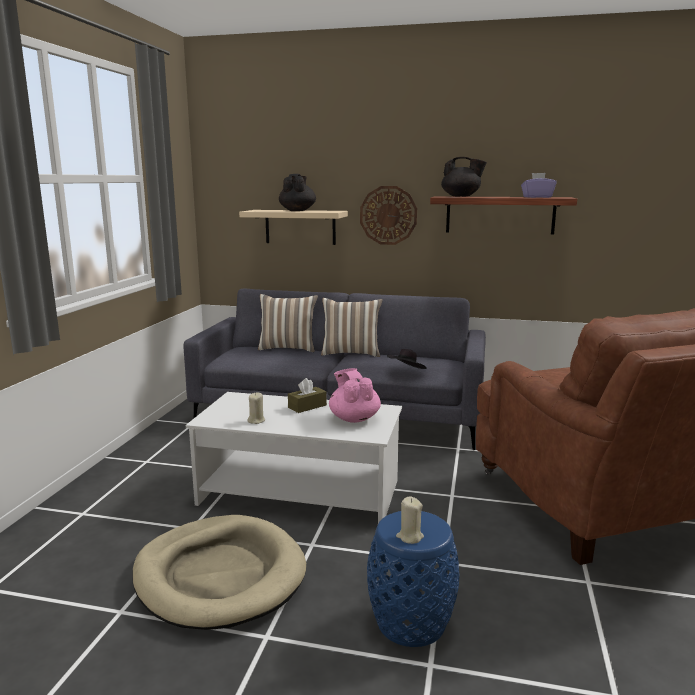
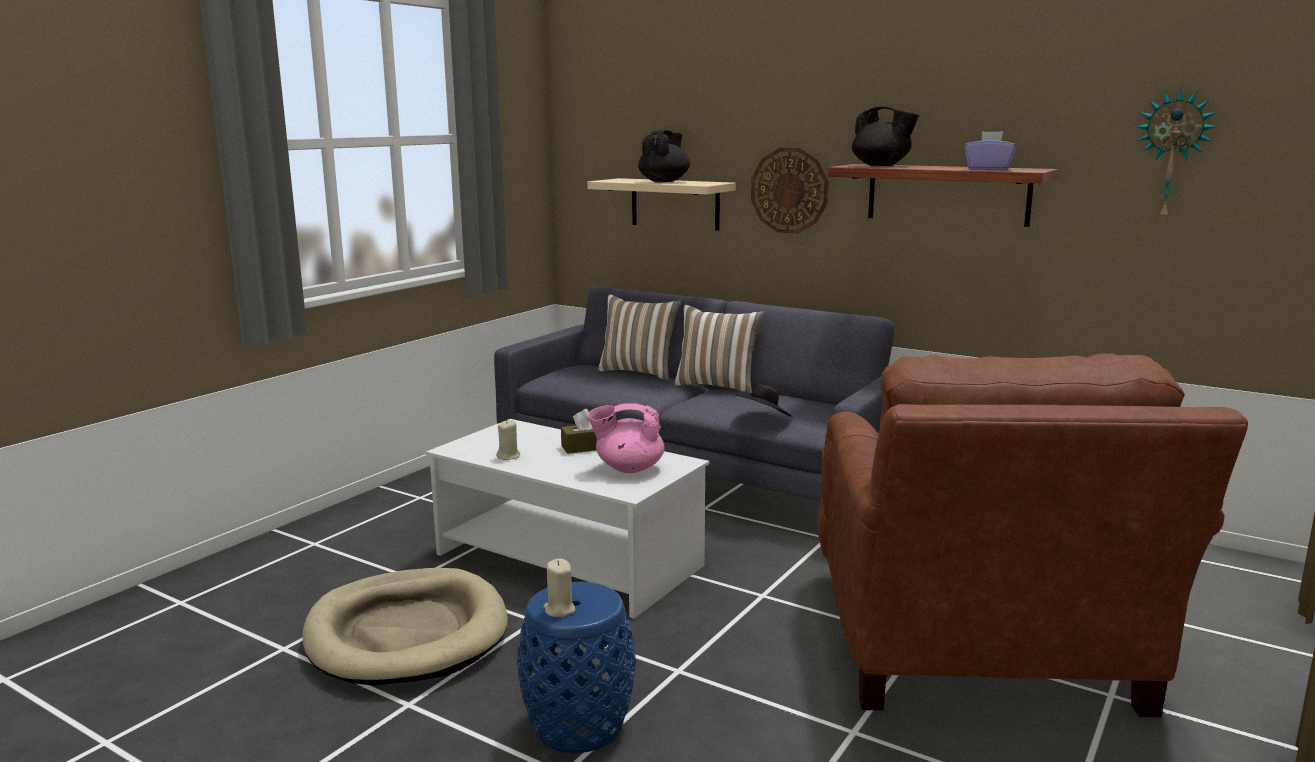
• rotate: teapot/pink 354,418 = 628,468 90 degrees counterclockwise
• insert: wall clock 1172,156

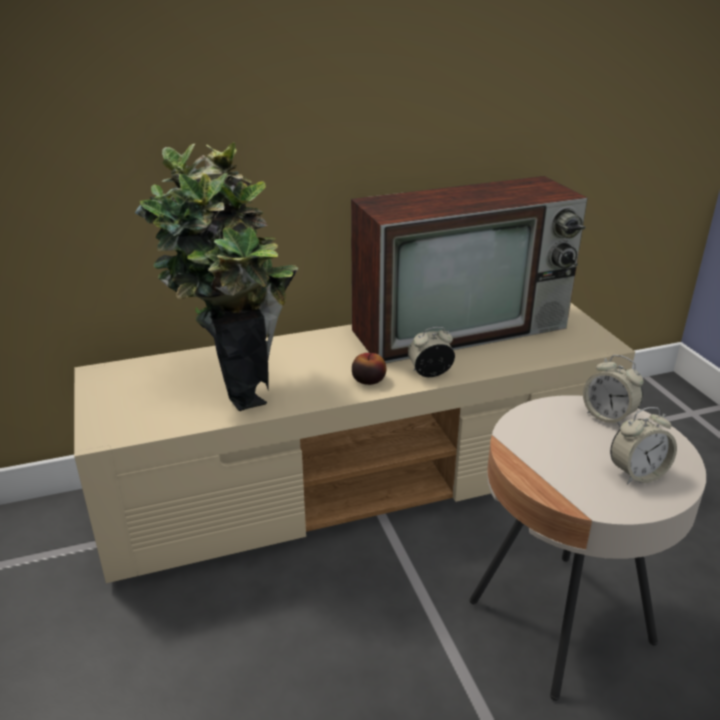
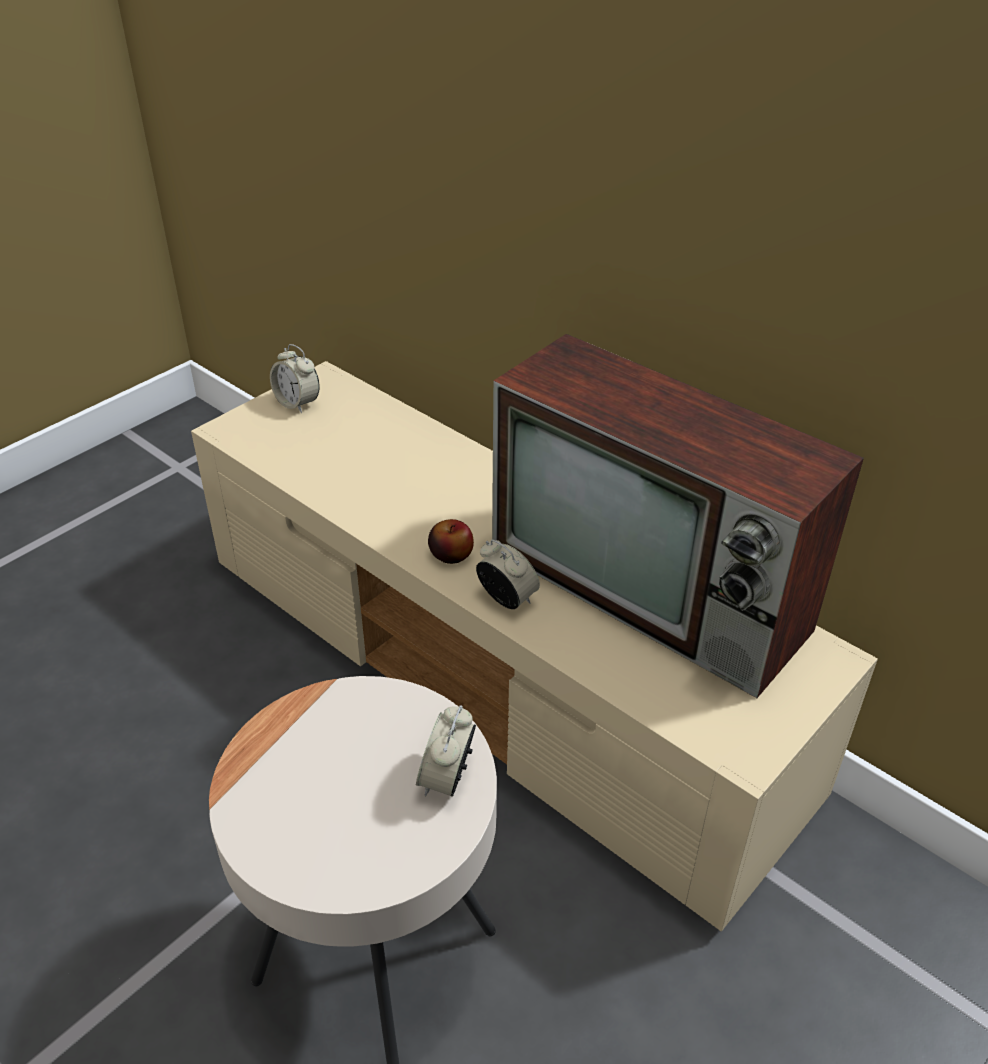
• delete: potted plant 235,383
• move: alarm clock 637,474 to 297,403

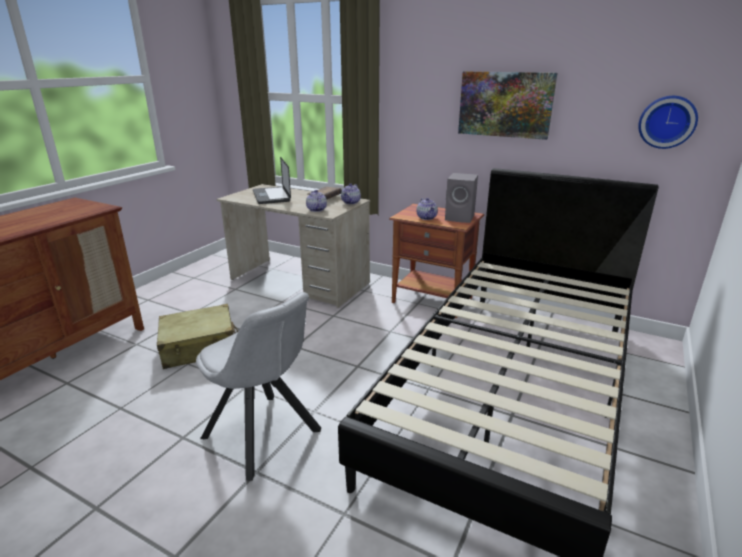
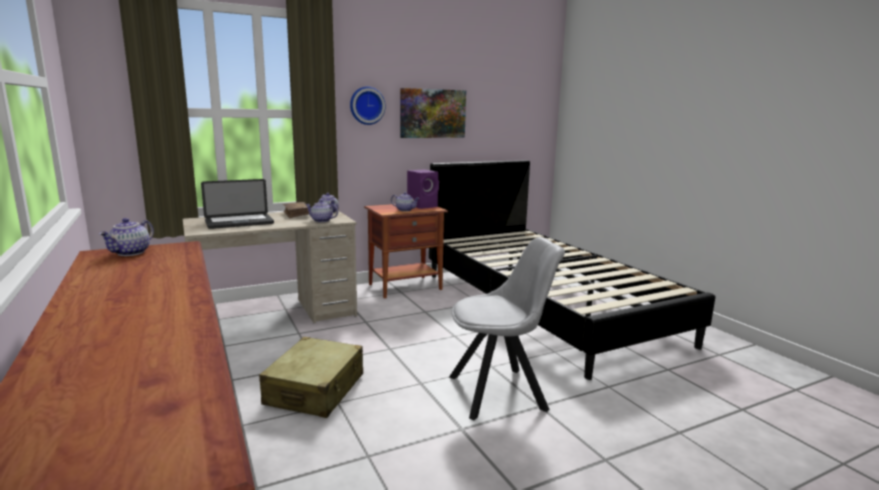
• move: wall clock 667,122 to 366,105
• rotate: laptop 271,196 = 239,222 45 degrees counterclockwise
• recolor: speaker/grey 461,218 to speaker/purple 423,206
• insert: teapot 131,253

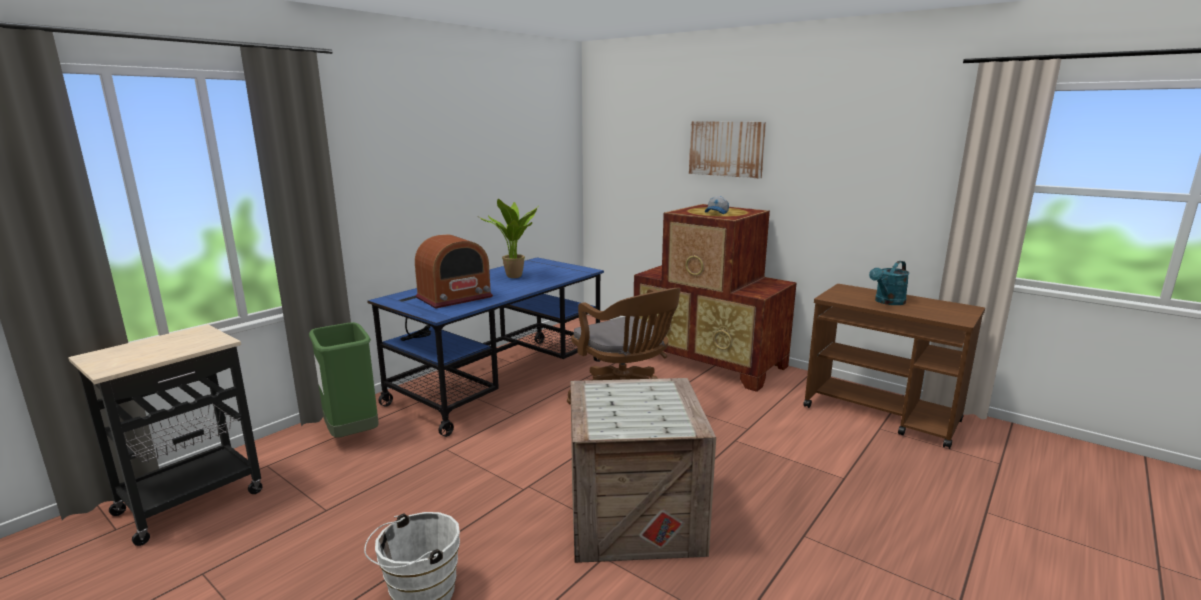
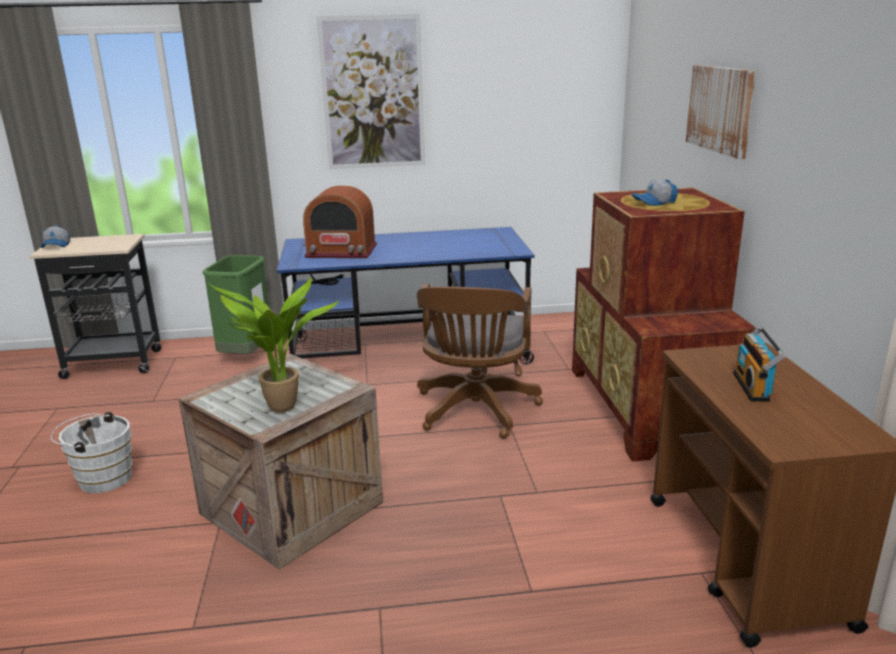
• move: potted plant 516,277 to 282,410
• replace: watering can/turquoise 887,302 to radio 754,387
• insert: picture 373,93
• insert: cap 57,245

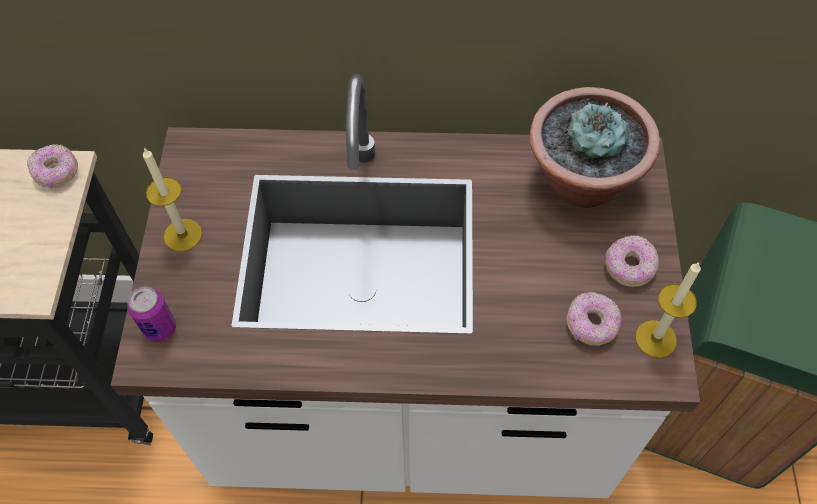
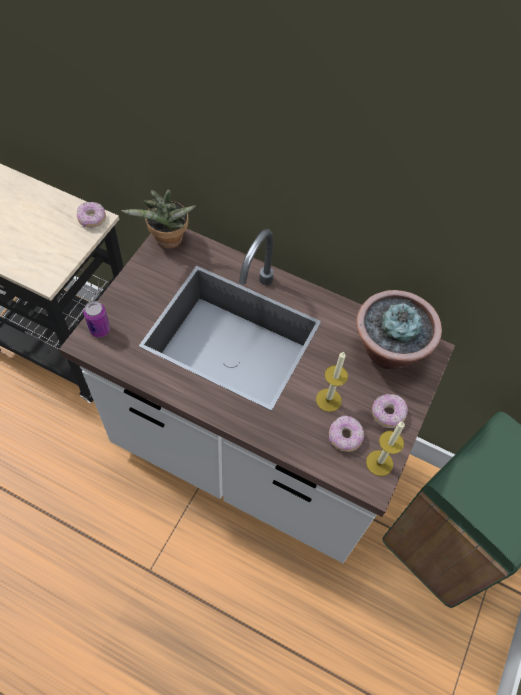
• move: candle 183,235 to 328,400
• insert: potted plant 167,242

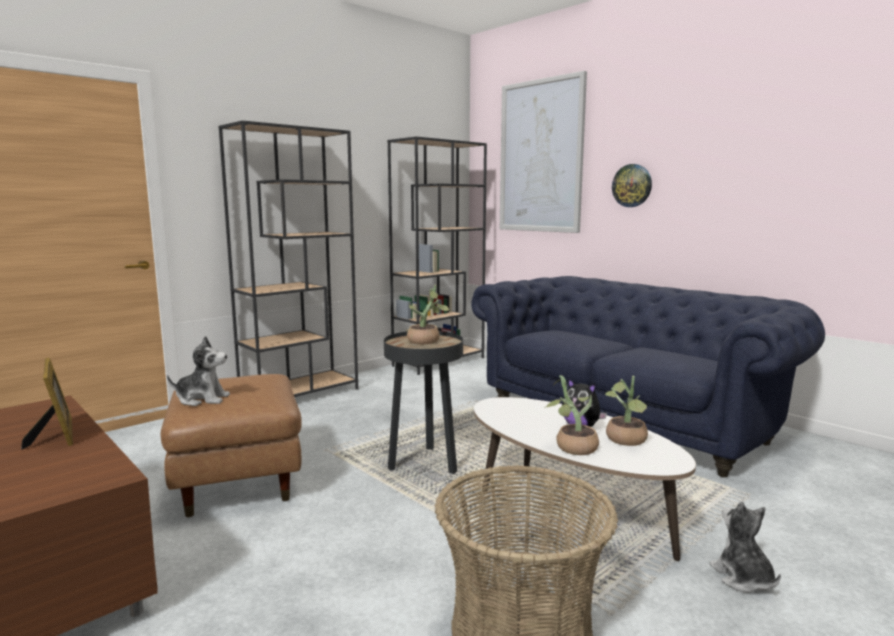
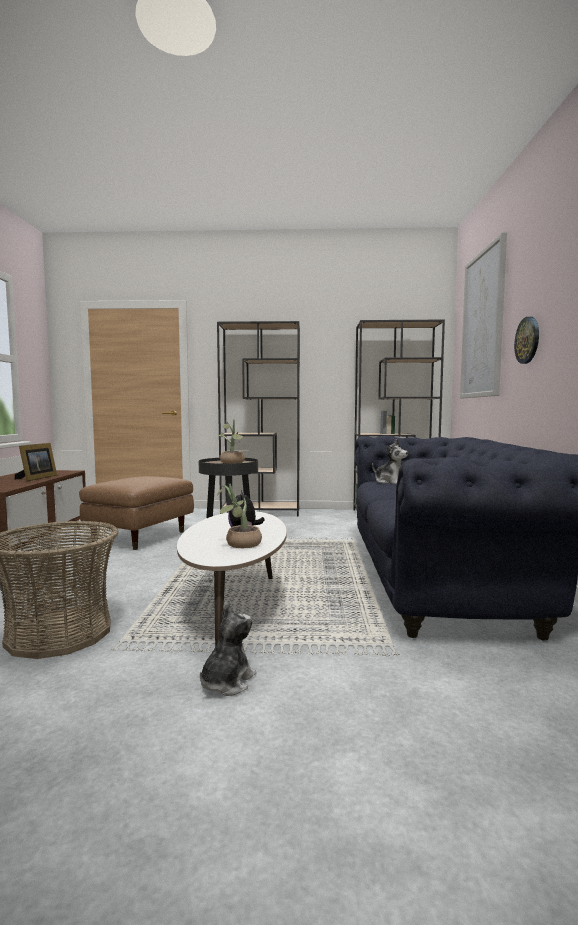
• move: plush toy 202,399 to 390,482
• delete: potted plant 571,447

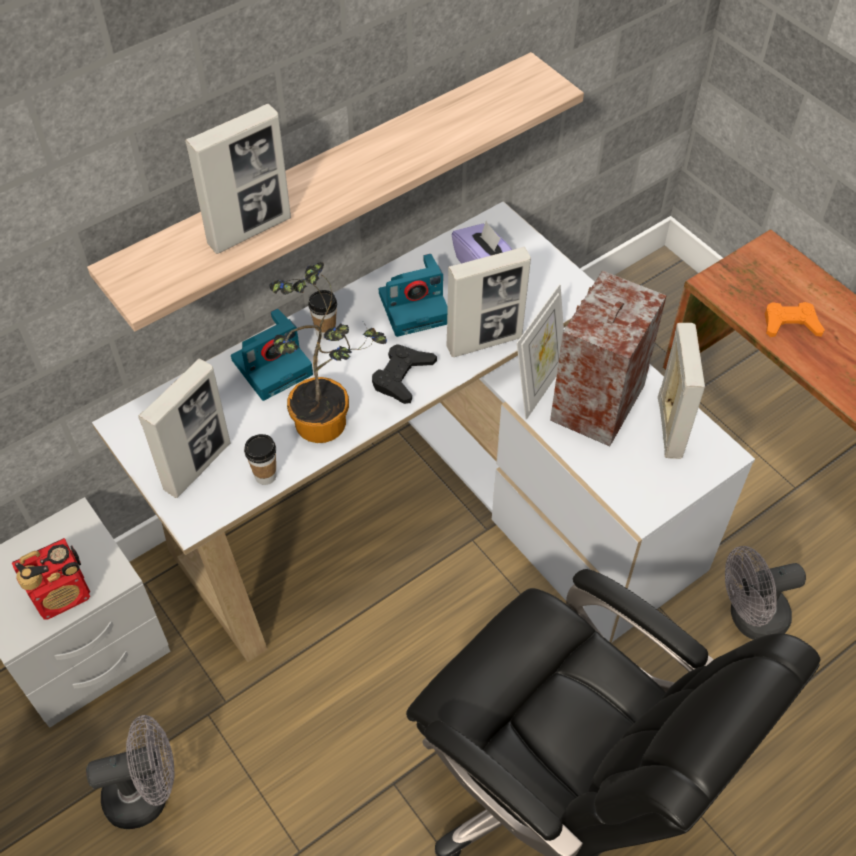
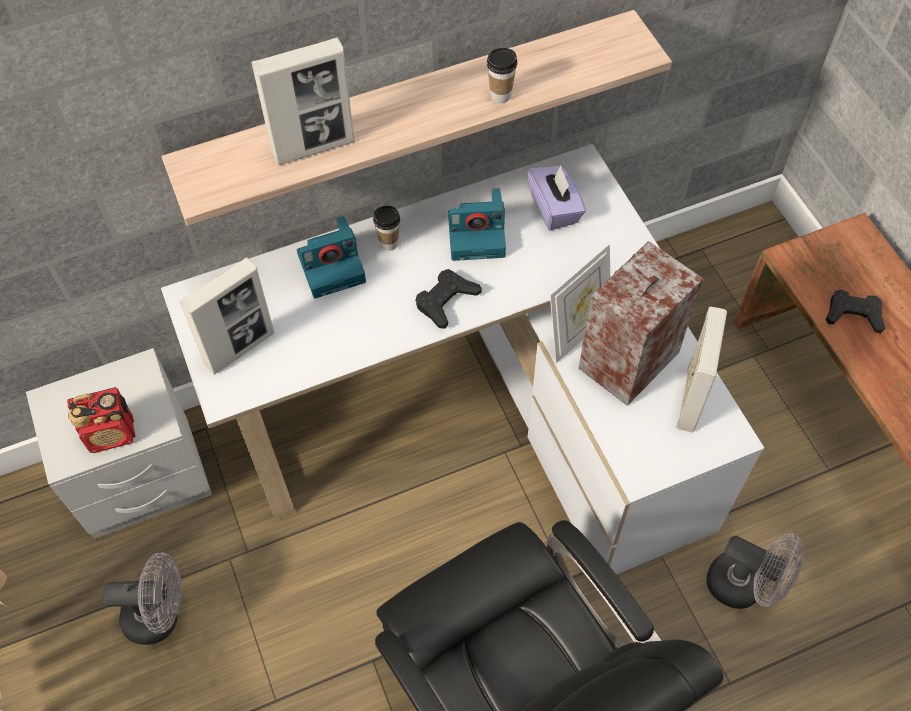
• delete: picture frame 484,342
• delete: potted plant 329,423
• recolor: game controller/orange 790,324 to game controller/black 853,314
• move: cup 265,476 to 500,95
• rotate: fan/grey 749,618 = 744,586 150 degrees counterclockwise

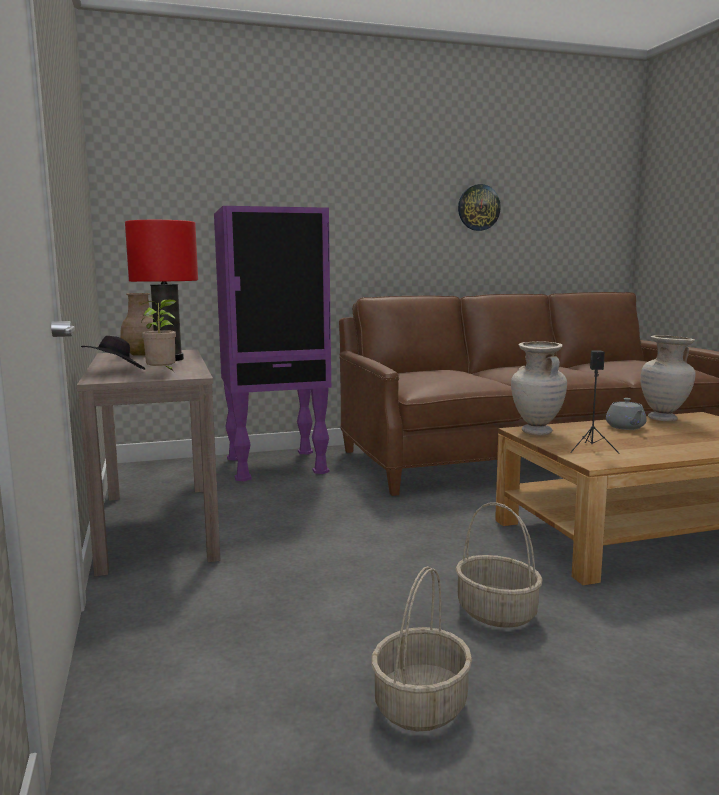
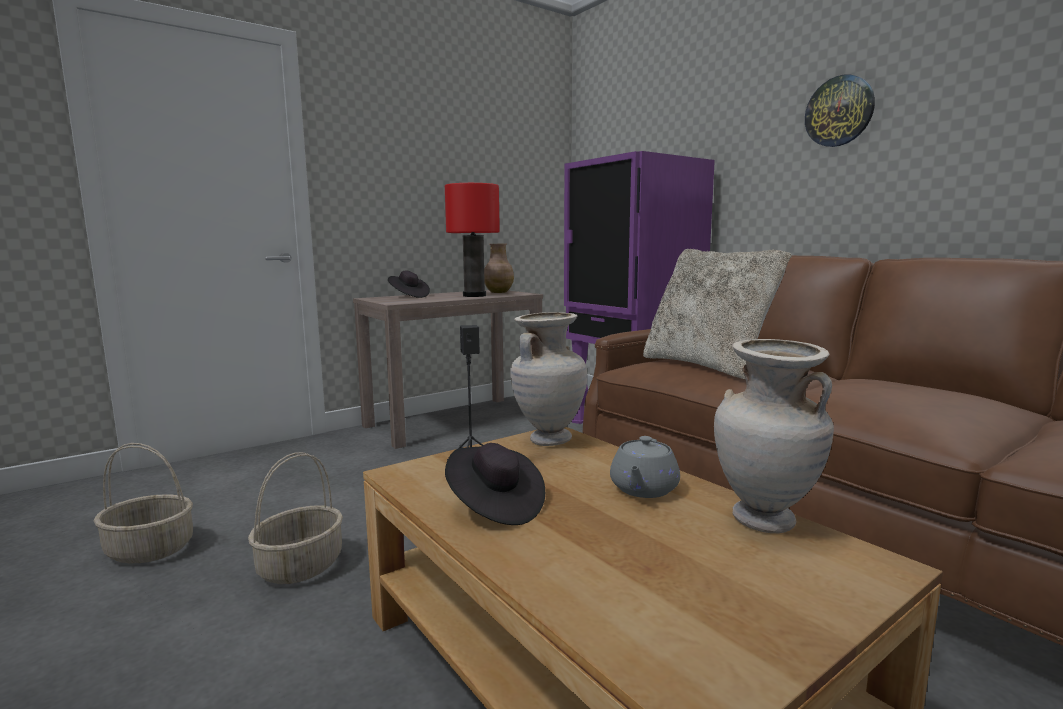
• move: wall clock 478,207 to 839,111
• delete: potted plant 163,375
• rotate: teapot/grey 625,427 = 643,489 45 degrees counterclockwise
• insert: pillow/beige 707,364
• insert: hat/black 495,506

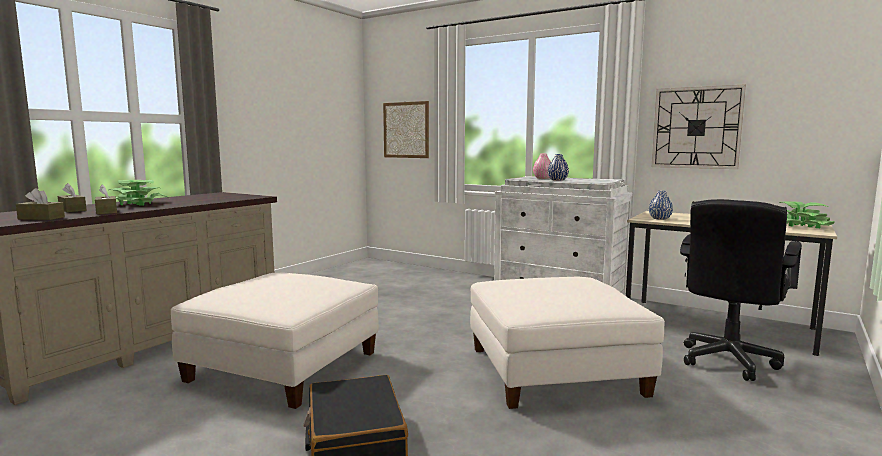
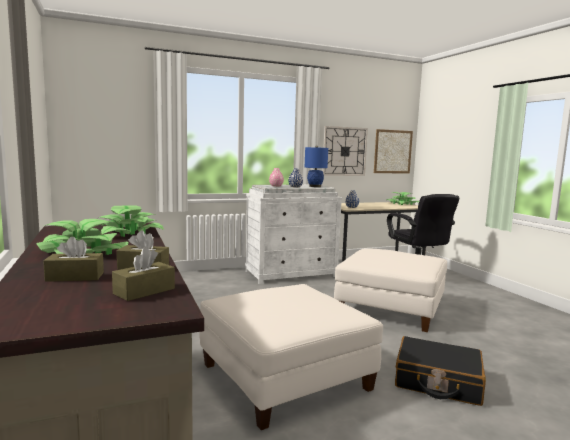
• move: picture 406,129 to 392,151
• insert: table lamp/blue 315,186
• insert: potted plant 130,232

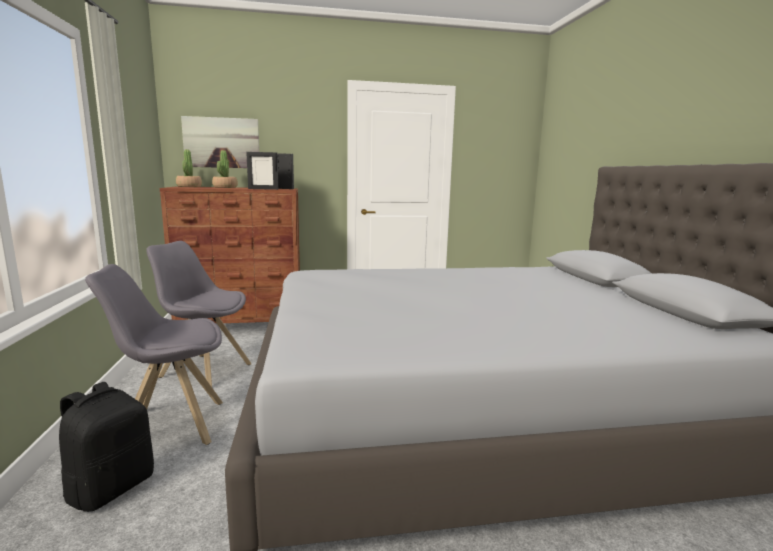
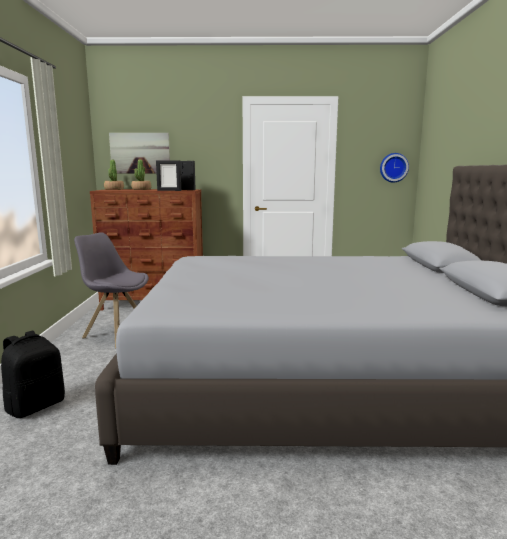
• delete: chair/grey 172,425
• insert: wall clock 393,167

